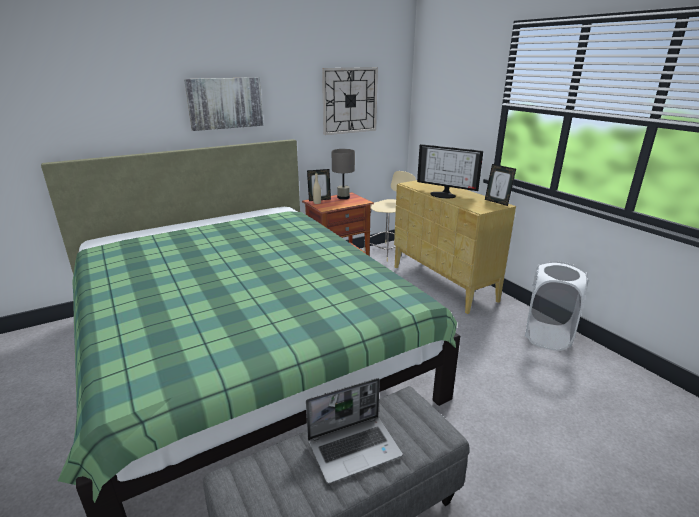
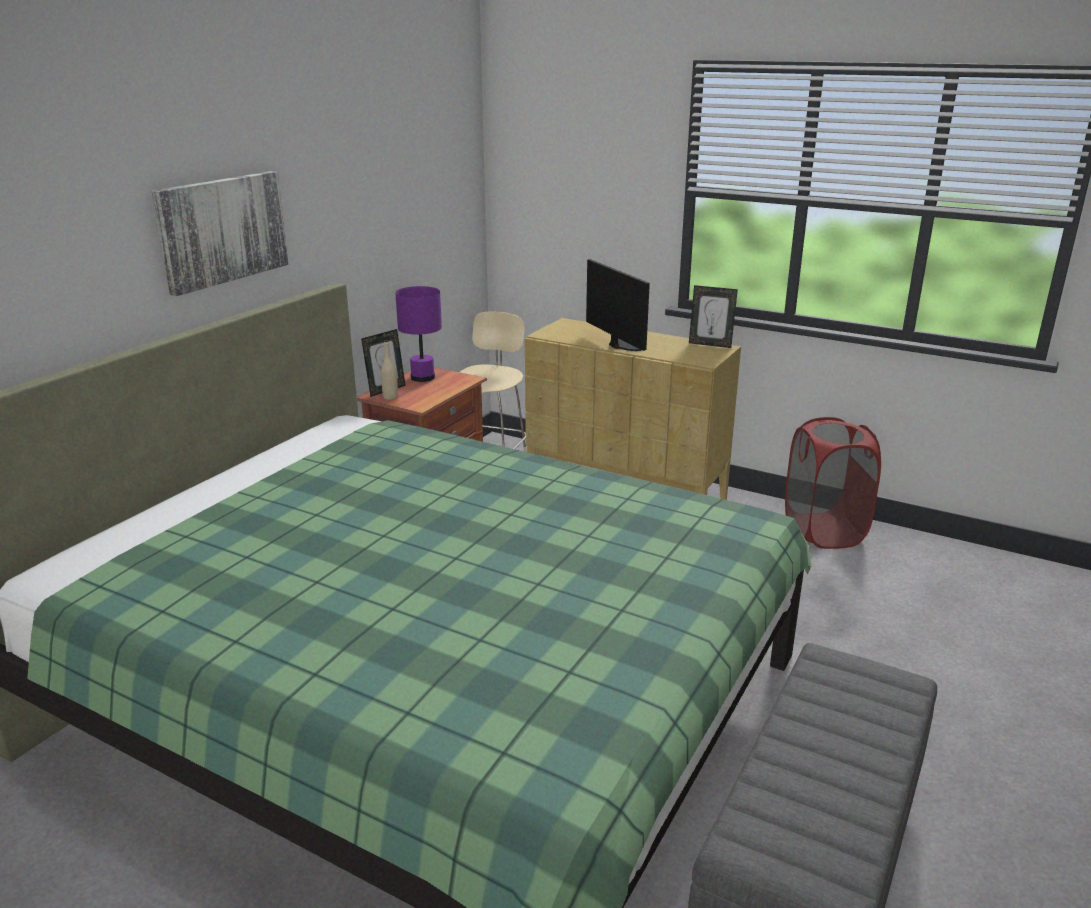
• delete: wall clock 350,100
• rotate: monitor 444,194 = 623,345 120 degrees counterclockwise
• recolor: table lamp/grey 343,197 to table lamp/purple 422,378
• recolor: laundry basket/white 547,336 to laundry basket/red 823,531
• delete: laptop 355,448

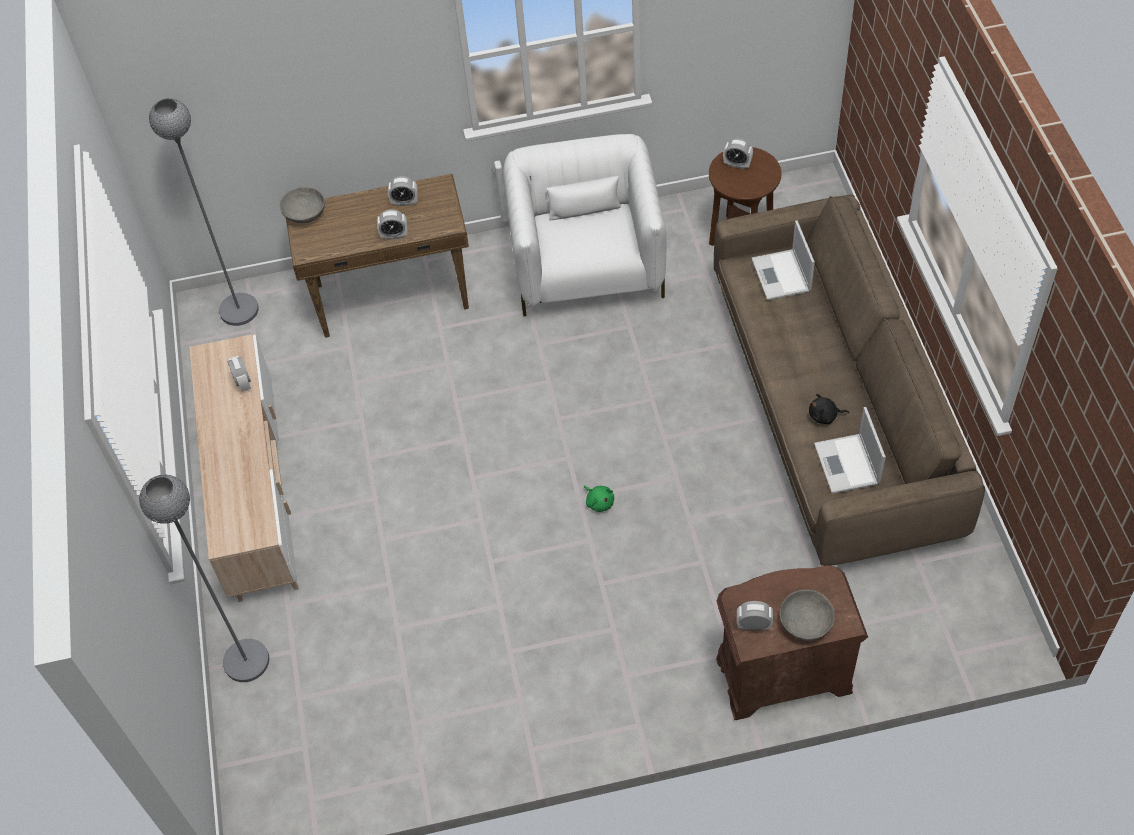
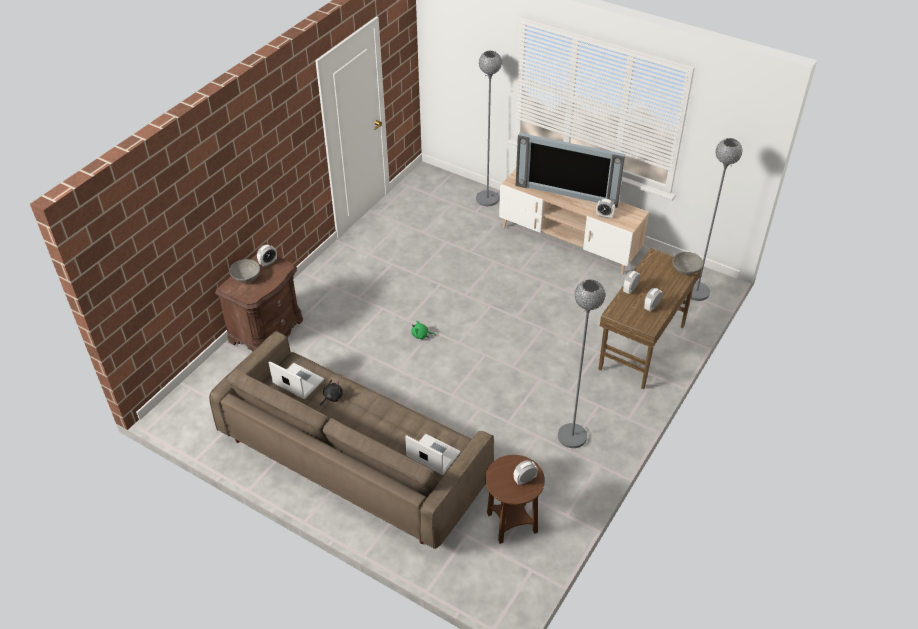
• replace: armchair/white 587,266 to floor lamp/grey 572,437
• insert: television 567,192

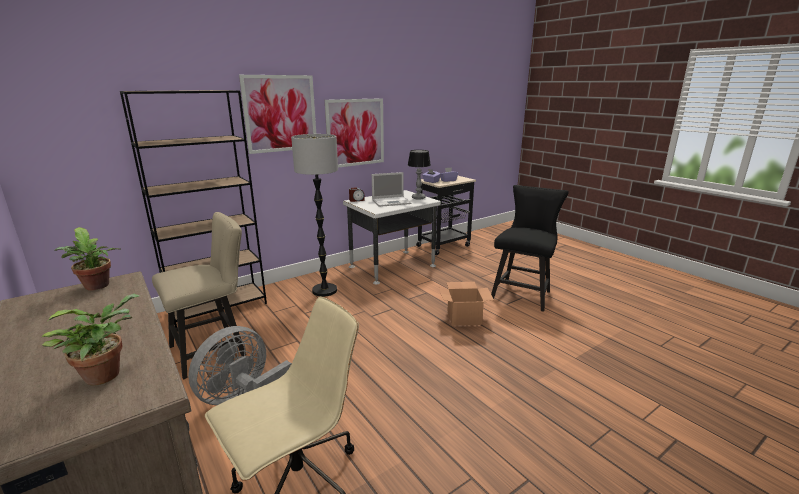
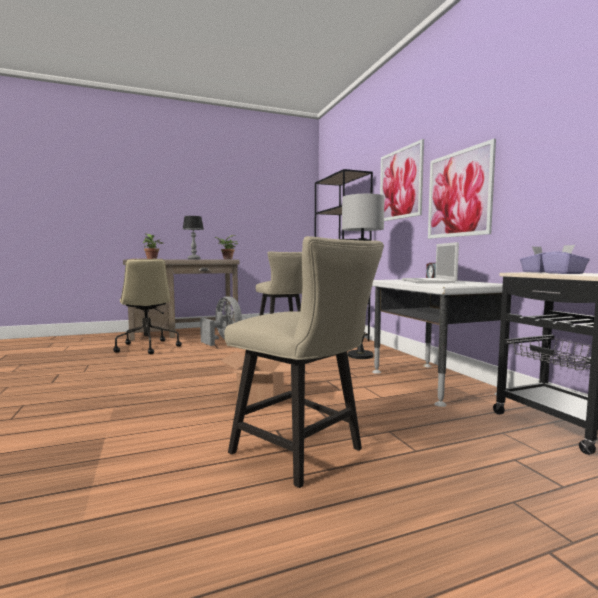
• move: table lamp 418,198 to 194,259
• recolor: chair/black 523,293 to chair/beige 304,453

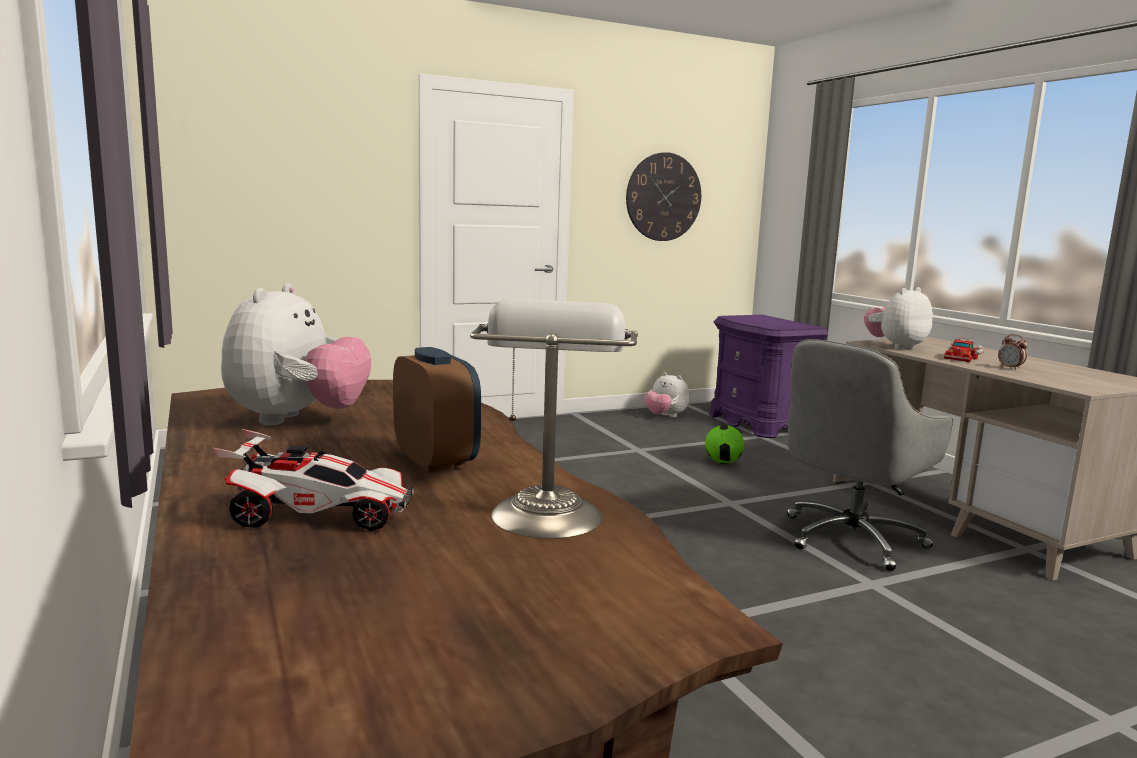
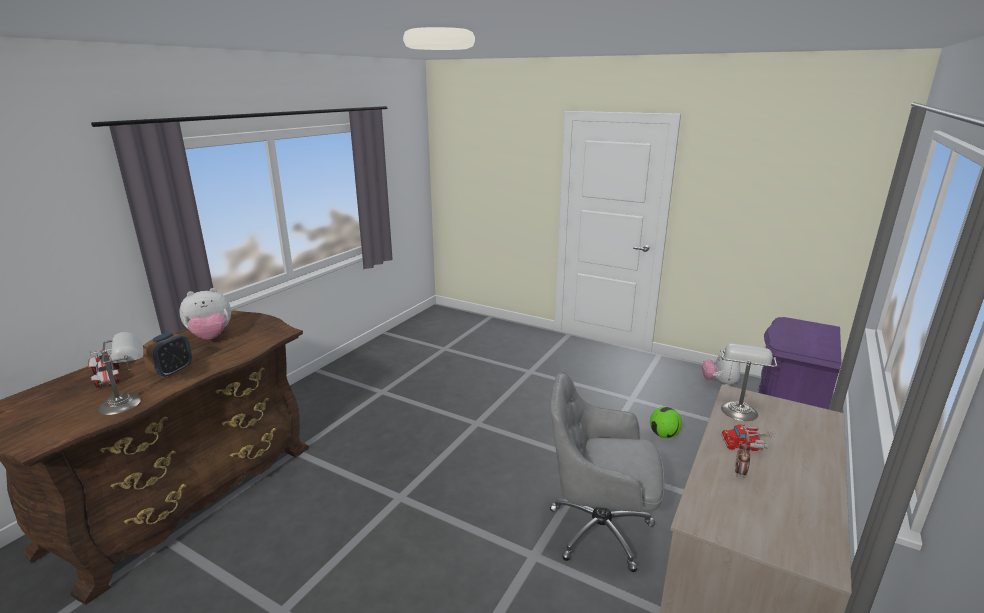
• delete: wall clock 663,197
• replace: plush toy 895,347 to table lamp/white 737,407

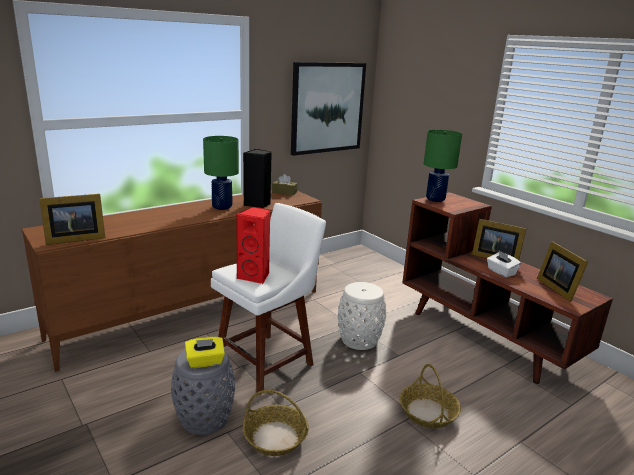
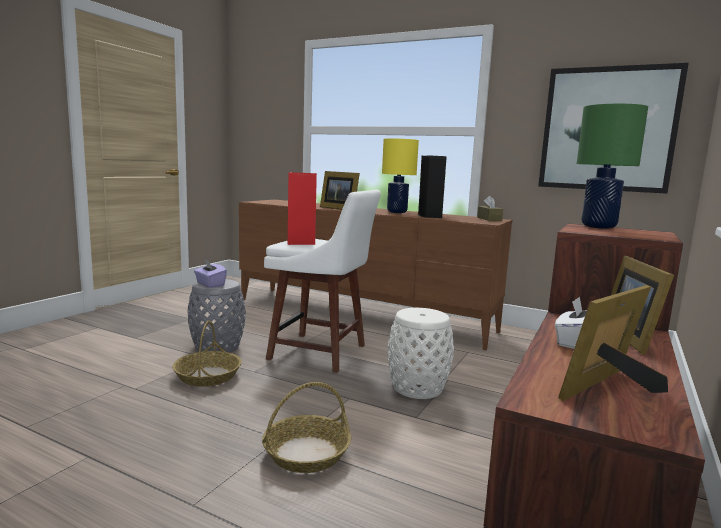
• recolor: table lamp/green 222,208 to table lamp/yellow 397,213
• move: picture frame 74,239 to 339,208
• recolor: tissue box/yellow 205,362 to tissue box/purple 210,284

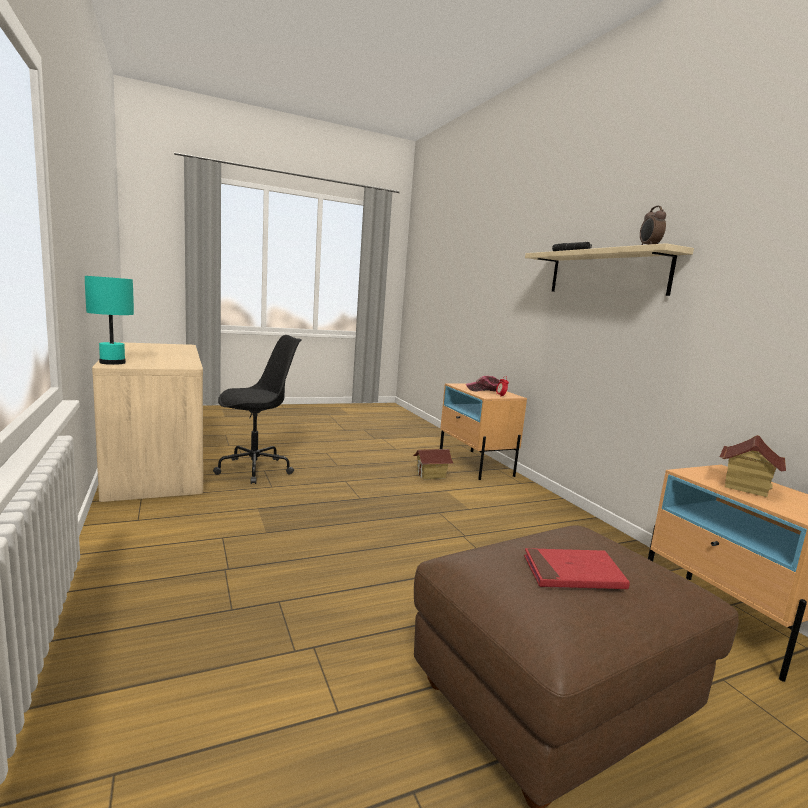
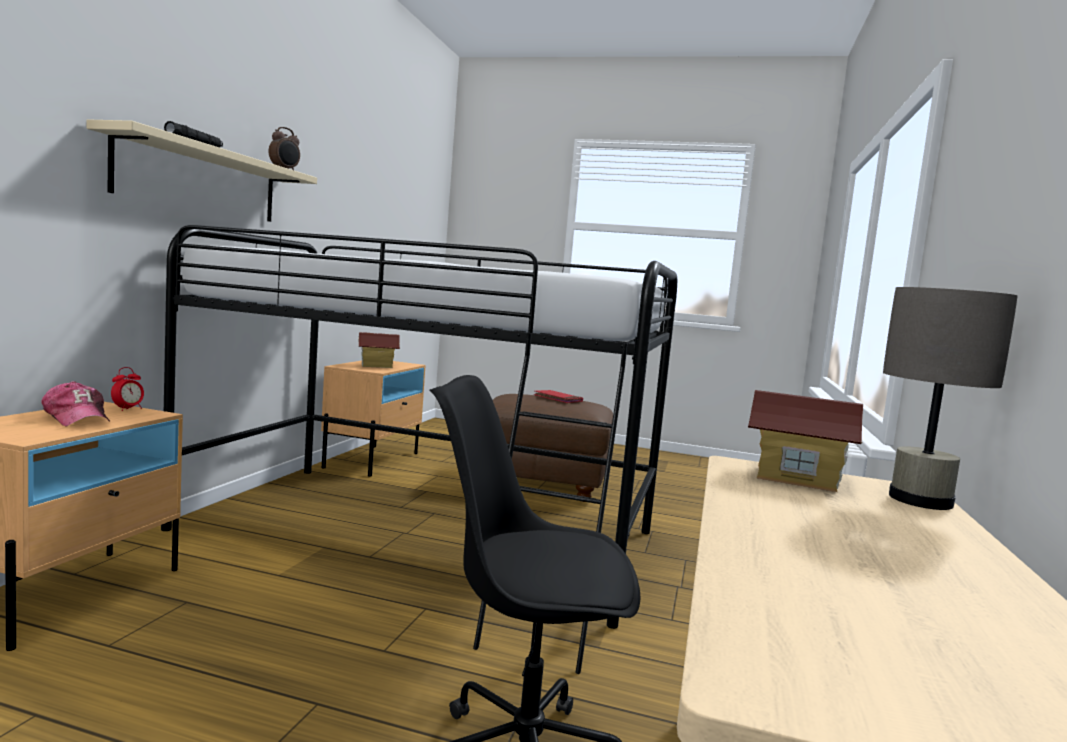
• recolor: table lamp/turquoise 113,363 to table lamp/grey 919,500
• move: toy house 431,475 to 796,478
• insert: bed/black 427,534

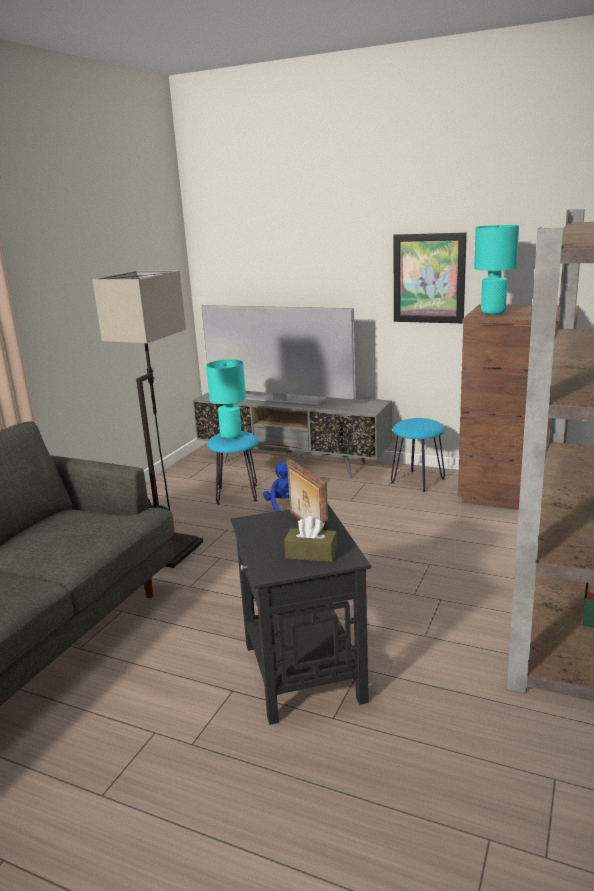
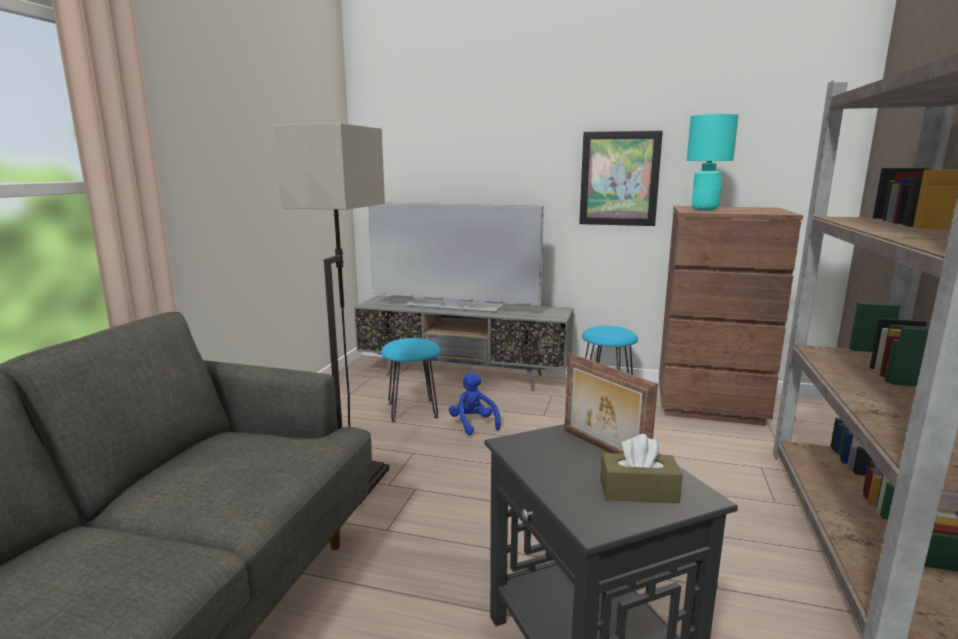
• delete: table lamp/turquoise 230,437

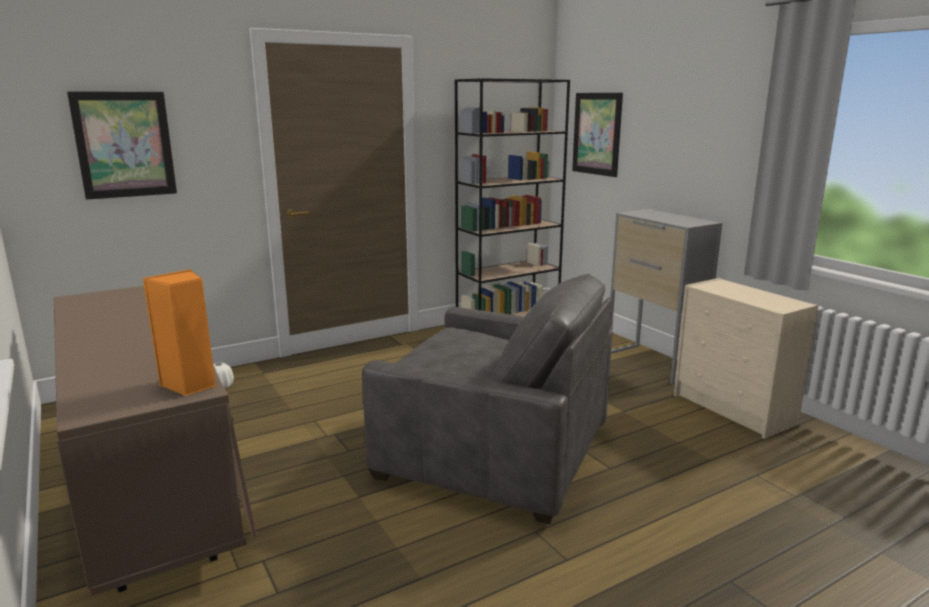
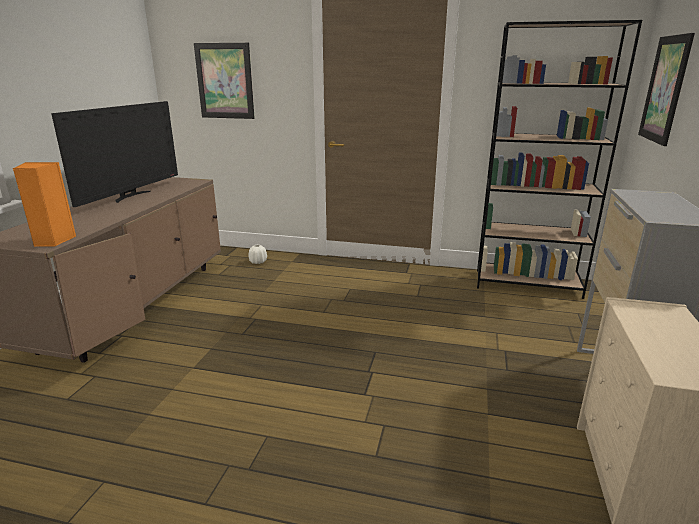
• delete: armchair/grey 494,452
• insert: television 130,196

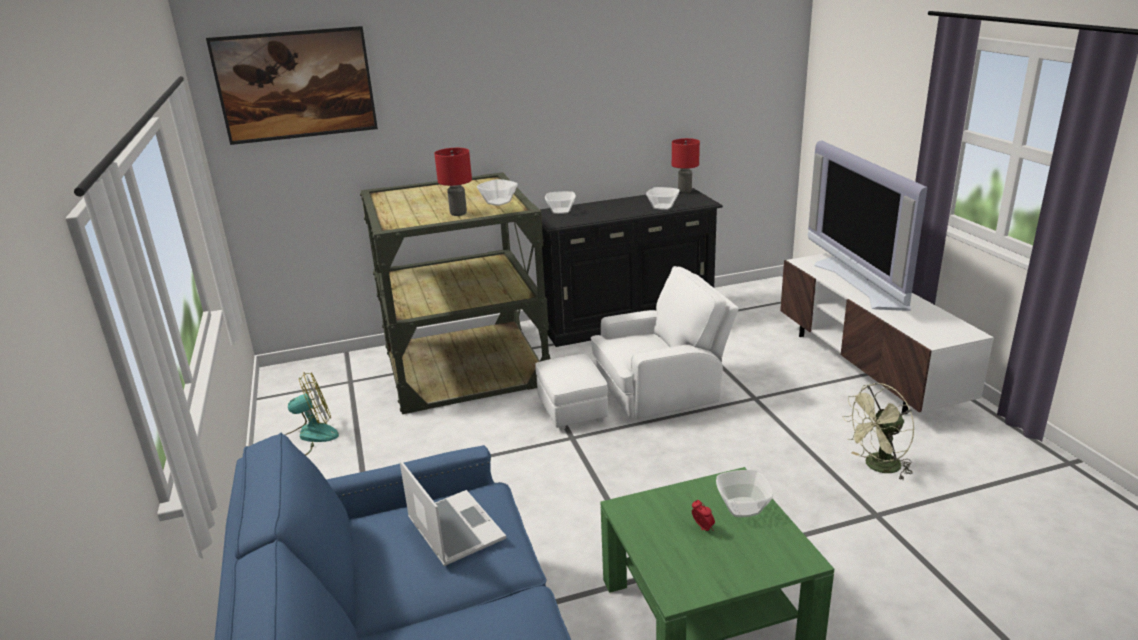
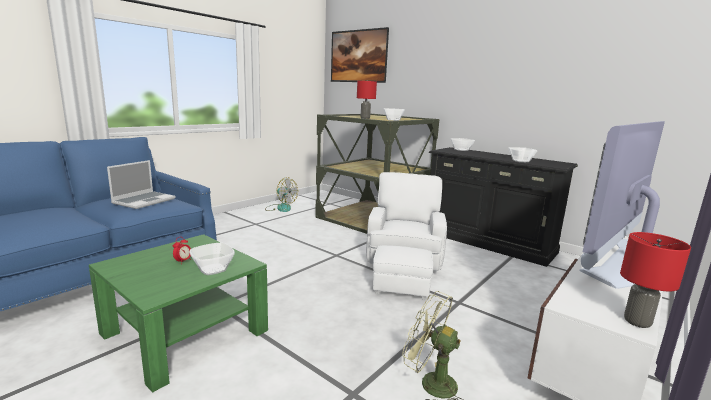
• move: table lamp/red 685,191 to 639,323
• rotate: armchair/white 640,396 = 403,263 120 degrees counterclockwise

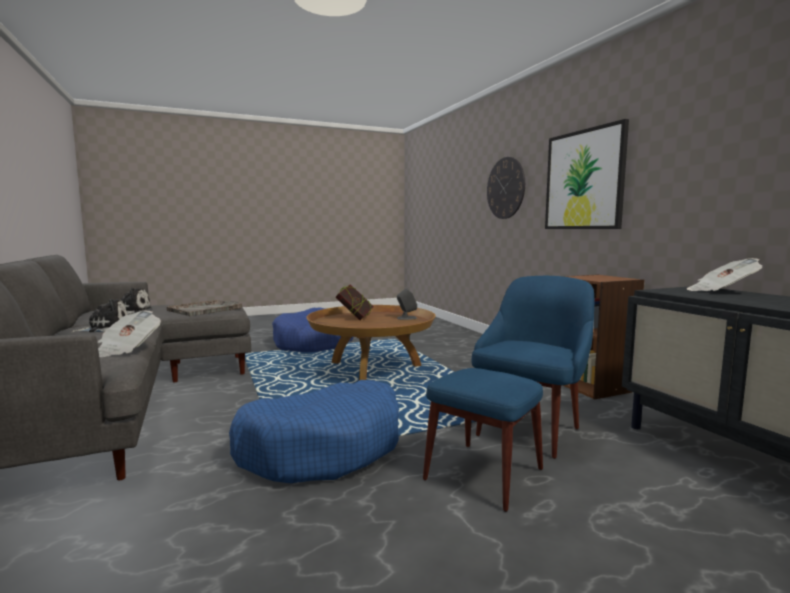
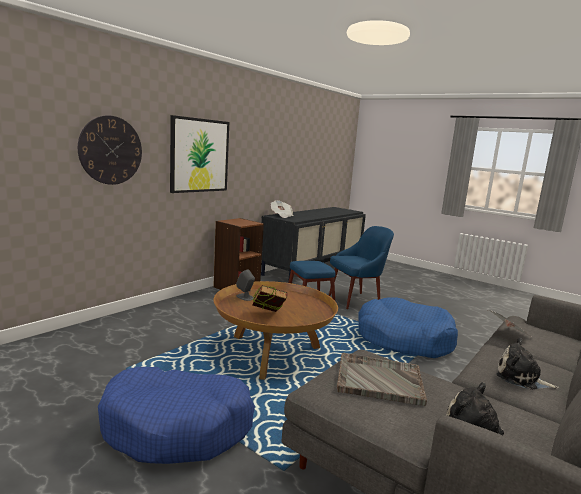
• rotate: armchair/blue 515,445 = 339,302 150 degrees clockwise

